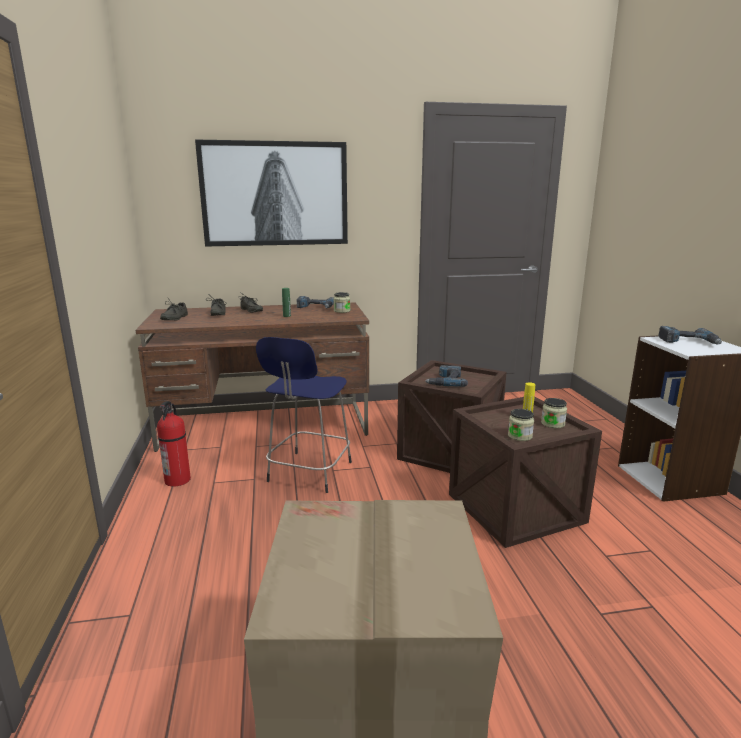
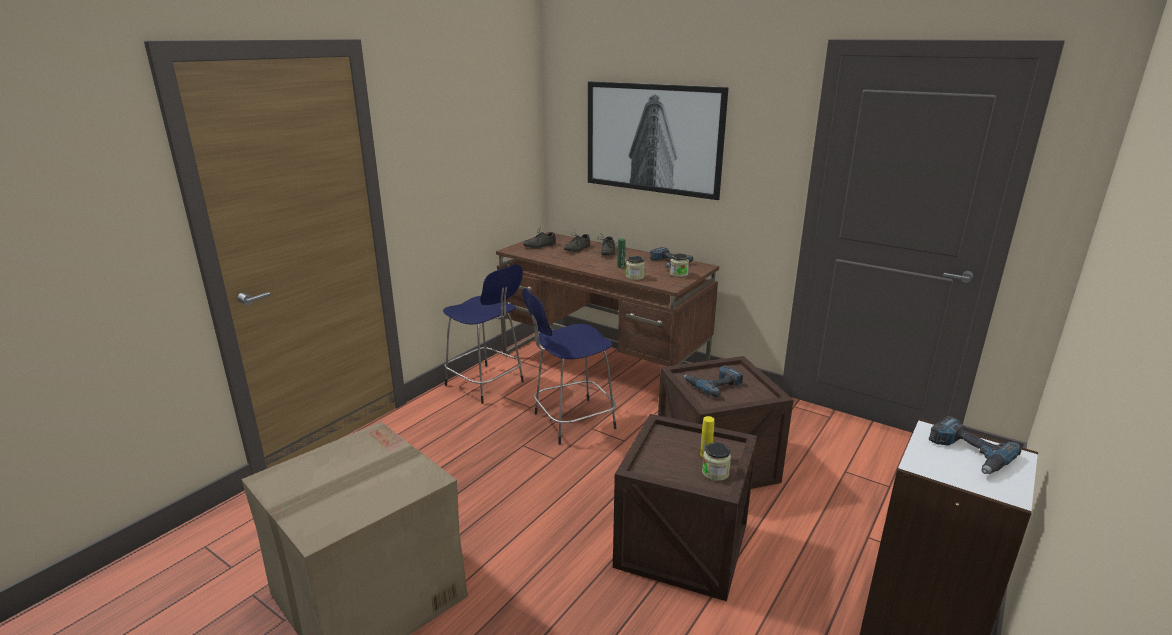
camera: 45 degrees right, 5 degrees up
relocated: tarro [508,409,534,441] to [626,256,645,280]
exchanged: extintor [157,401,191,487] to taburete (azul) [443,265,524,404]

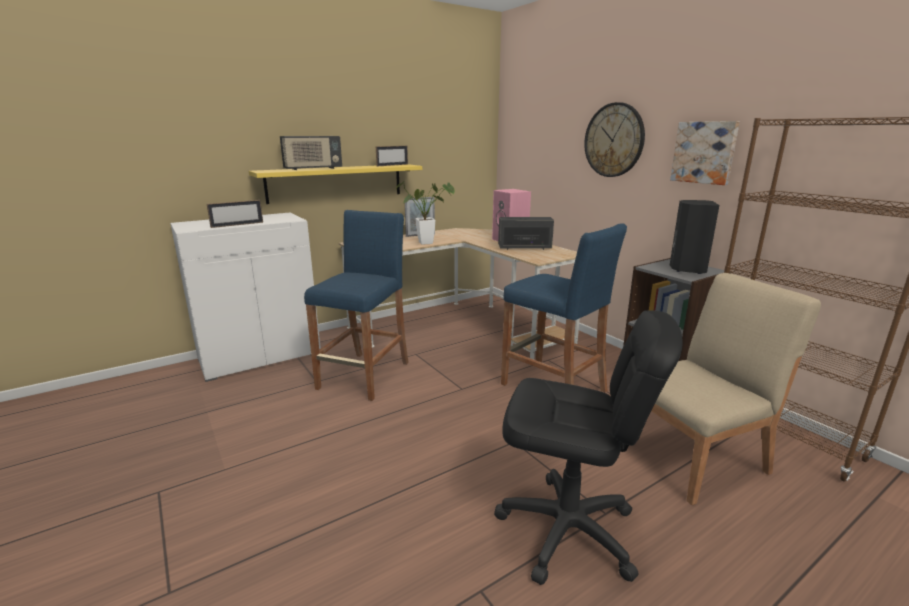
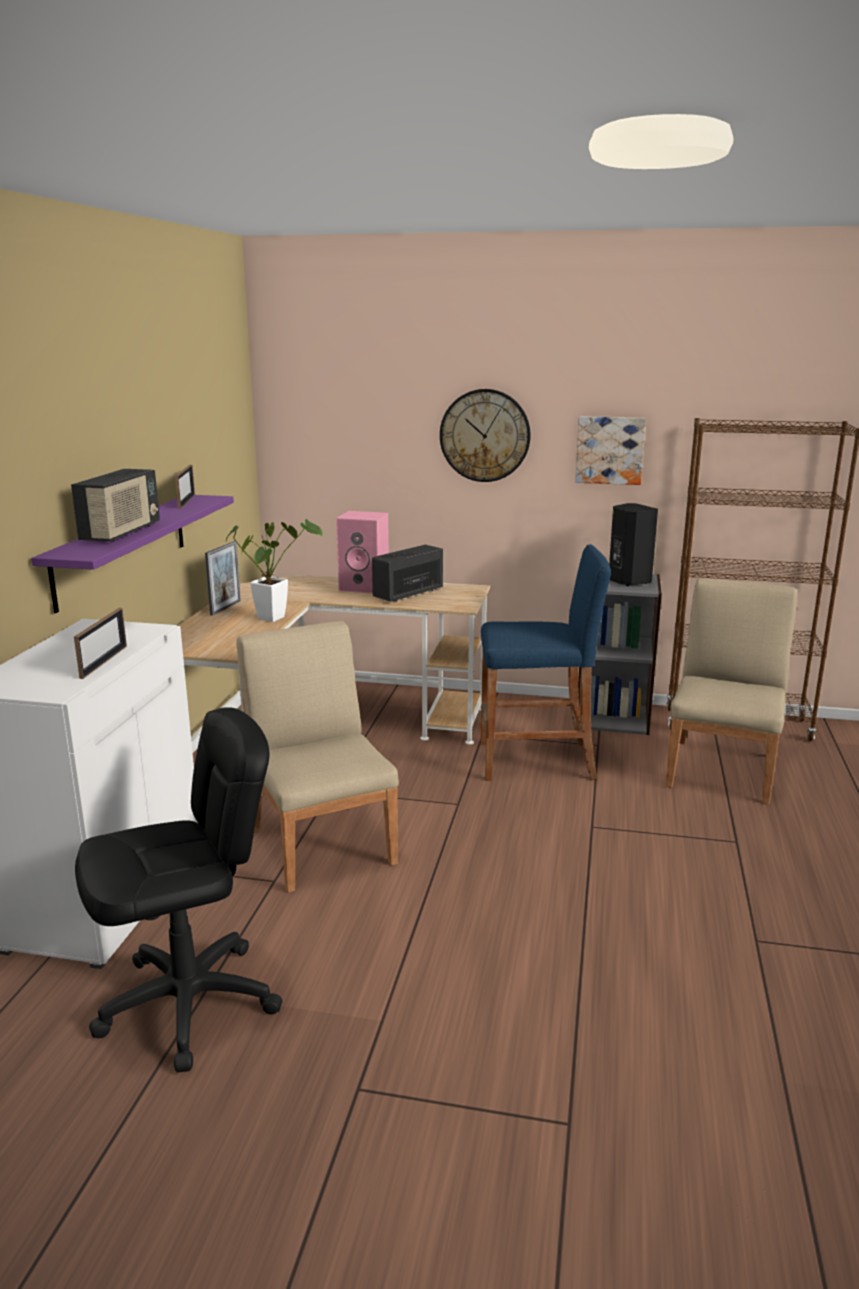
camera: 45 degrees left, 0 degrees up
relocated: silla de oficina (negro) [494,310,683,585] to [75,707,283,1073]
exchanged: taburete (azul) [304,210,409,401] to silla (beis) [237,621,399,893]
colour: estante (amarillo) [249,164,422,204] to estante (morado) [31,495,234,613]

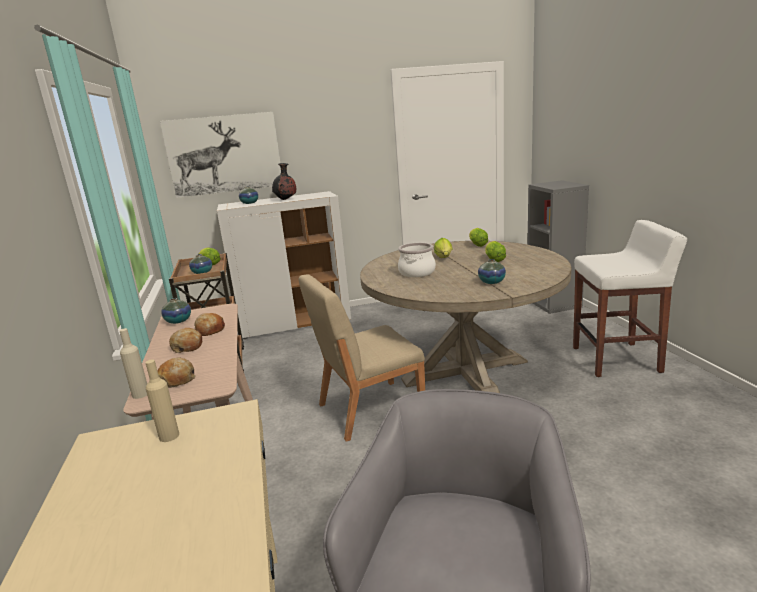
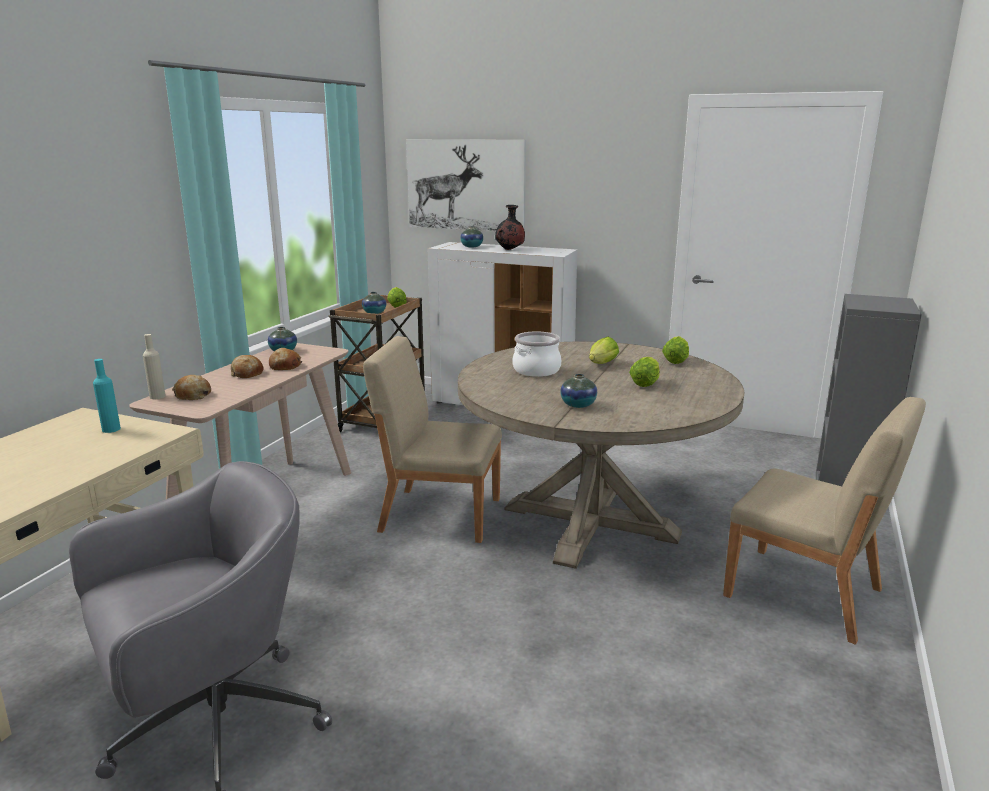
camera: 35 degrees right, 0 degrees up
exchanged: taburete (blanco) [573,220,687,377] to silla (beis) [723,397,926,645]
colour: botella (beis) [145,359,179,442] to botella (turquesa) [93,359,121,433]

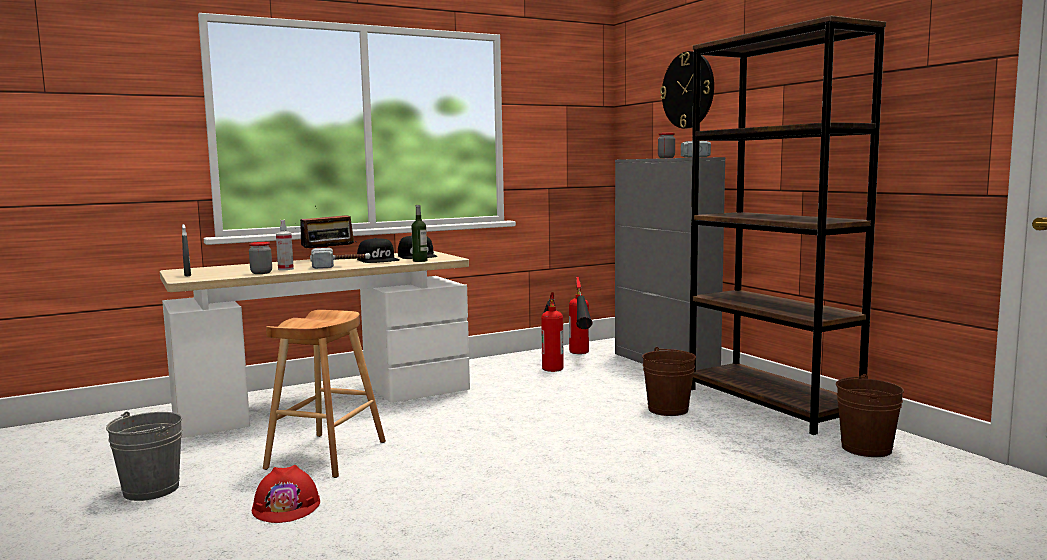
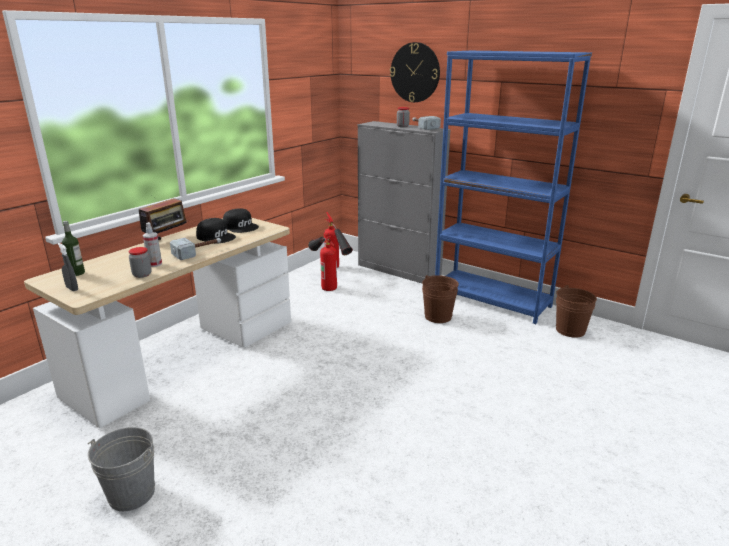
camera: 25 degrees left, 15 degrees up
missing: taburete (marrón) [263,310,386,478]; casco (rojo) [252,465,320,523]
relocated: botella [411,205,427,262] to [62,221,85,276]
colour: estantería (marrón) [689,16,886,435] to estantería (azul) [435,51,592,324]

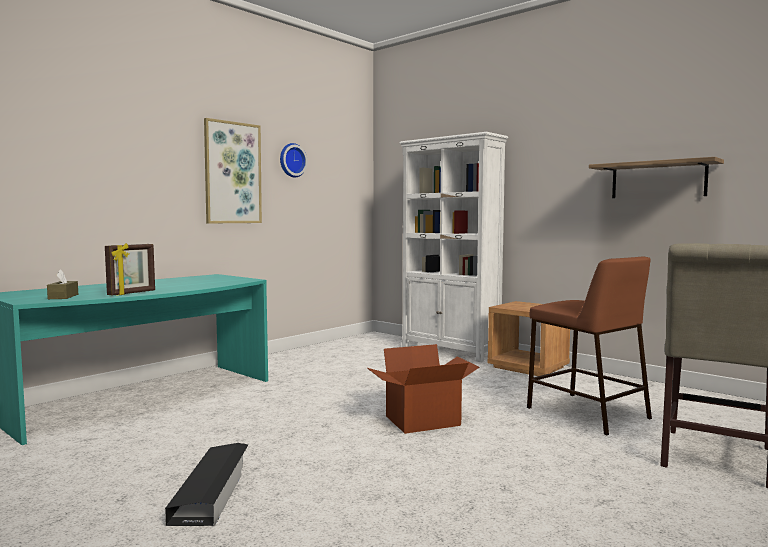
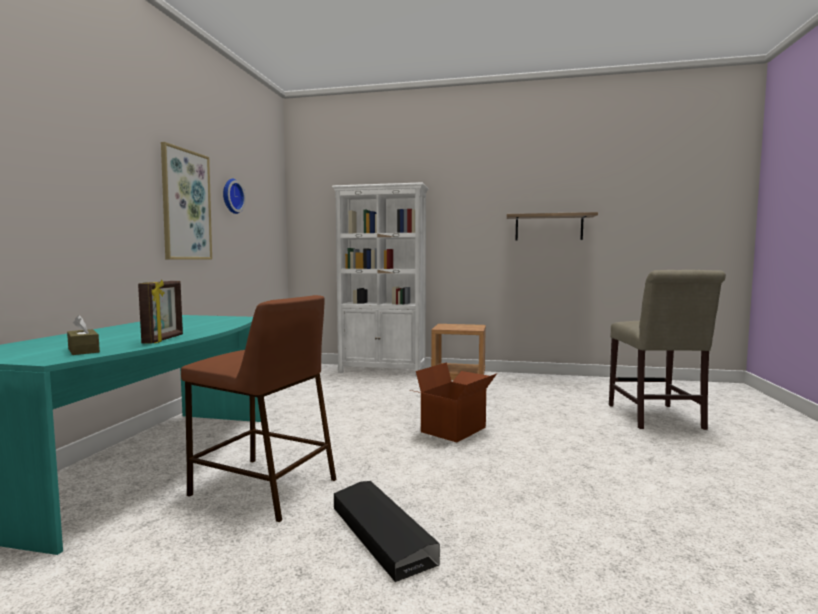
camera: 30 degrees left, 0 degrees up
relocated: taburete (marrón) [527,256,652,435] to [181,295,336,522]

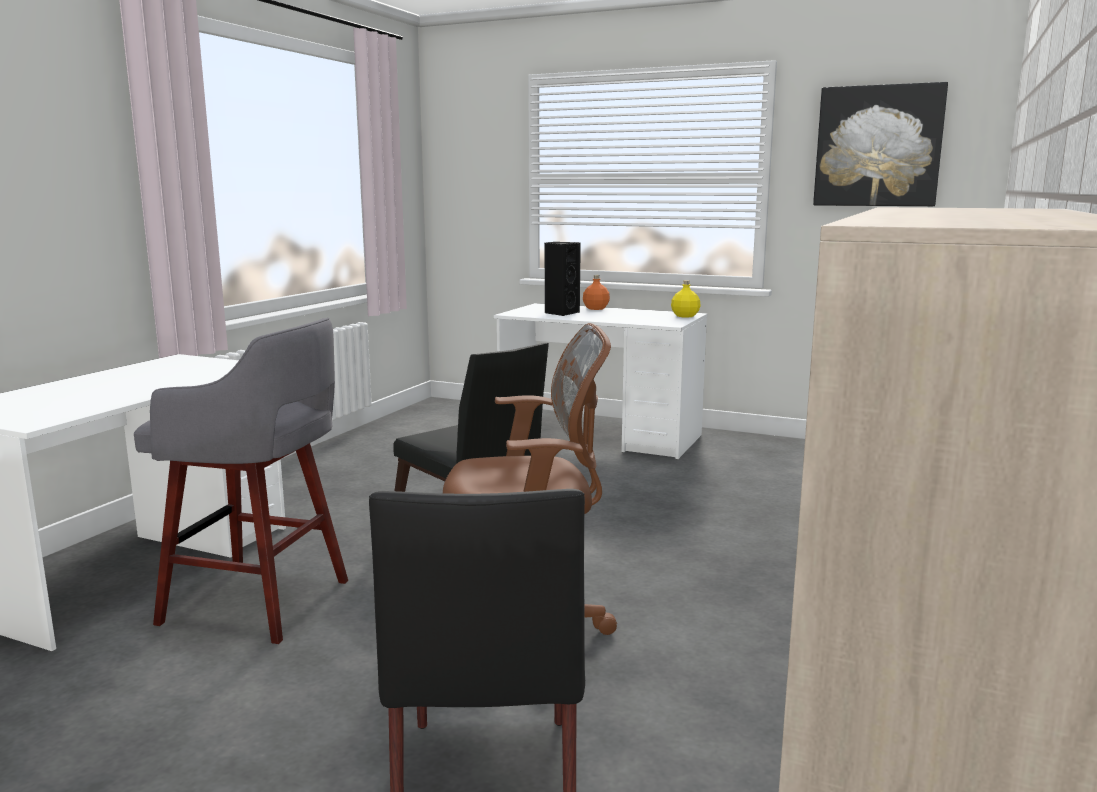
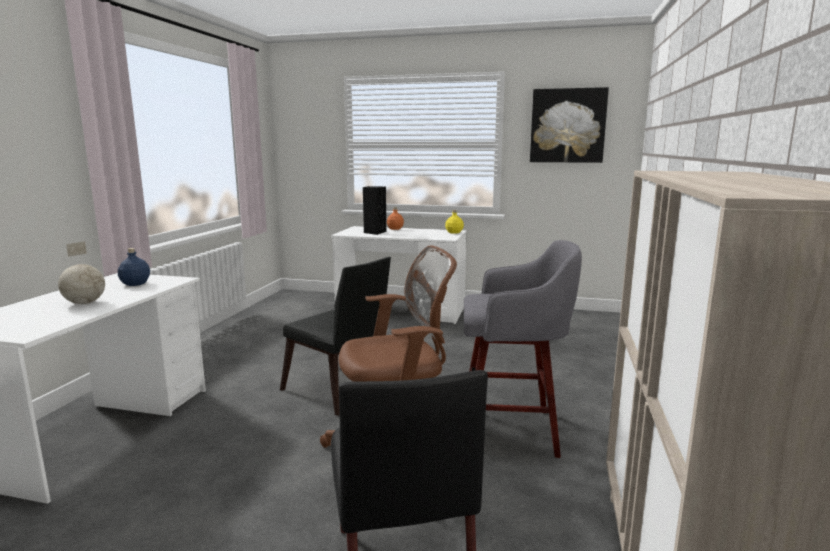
camera: 10 degrees left, 0 degrees up
appeared: globo terráqueo [58,241,105,304]; botella (azul) [118,248,150,286]
relocated: taburete (gris) [134,318,348,644] to [464,240,582,458]

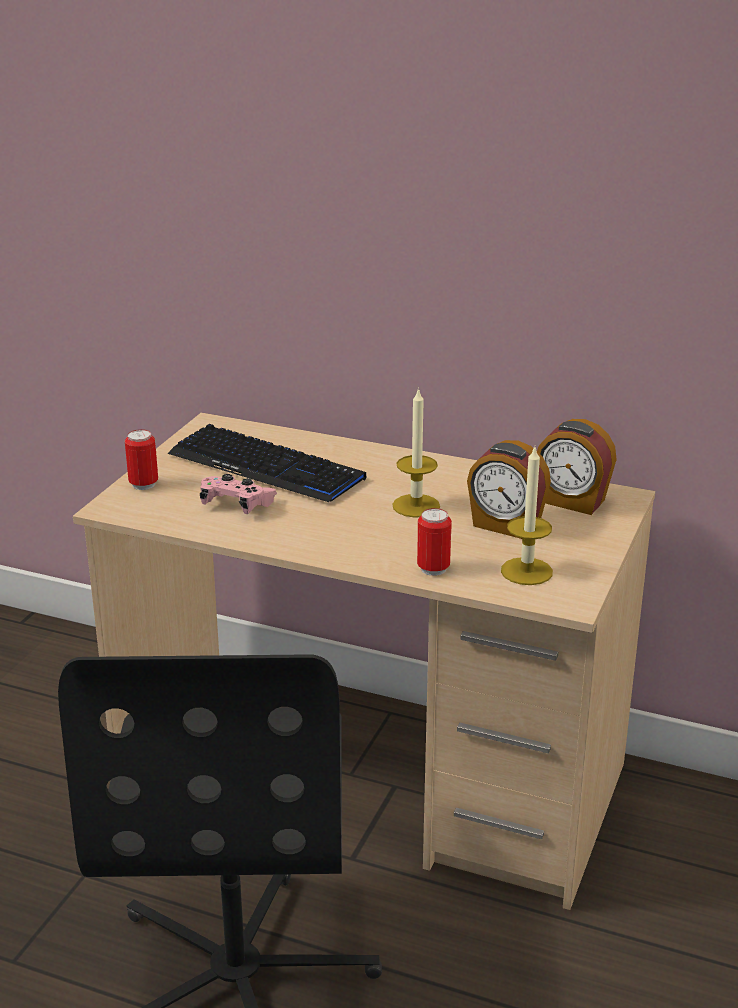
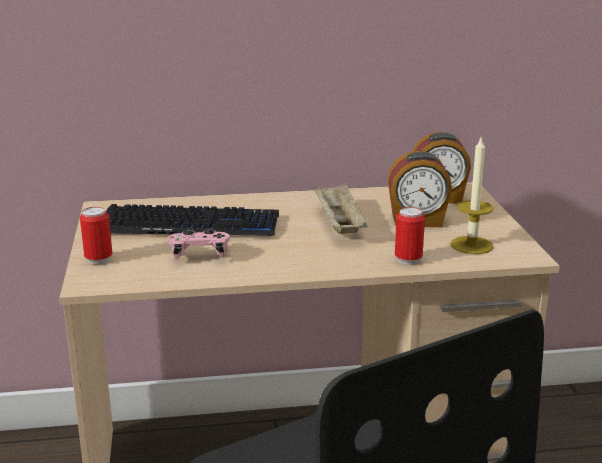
camera: 30 degrees left, 5 degrees down
exchanged: vela [393,387,440,518] to bandeja (beis) [313,183,367,234]

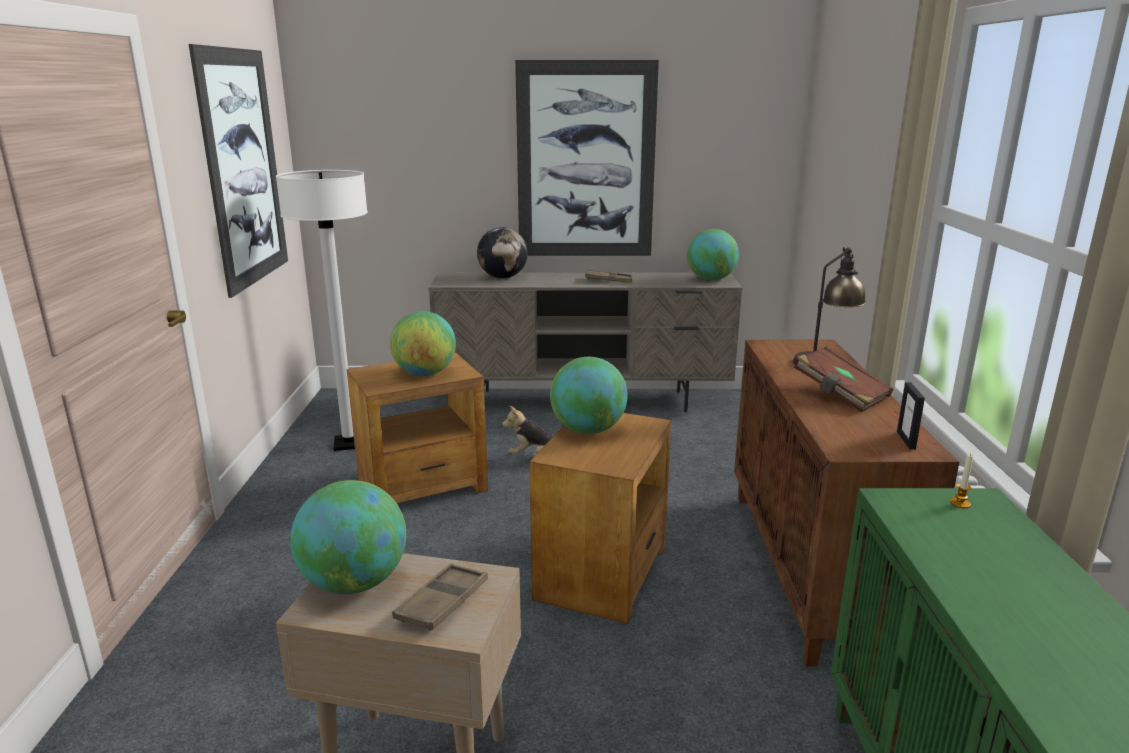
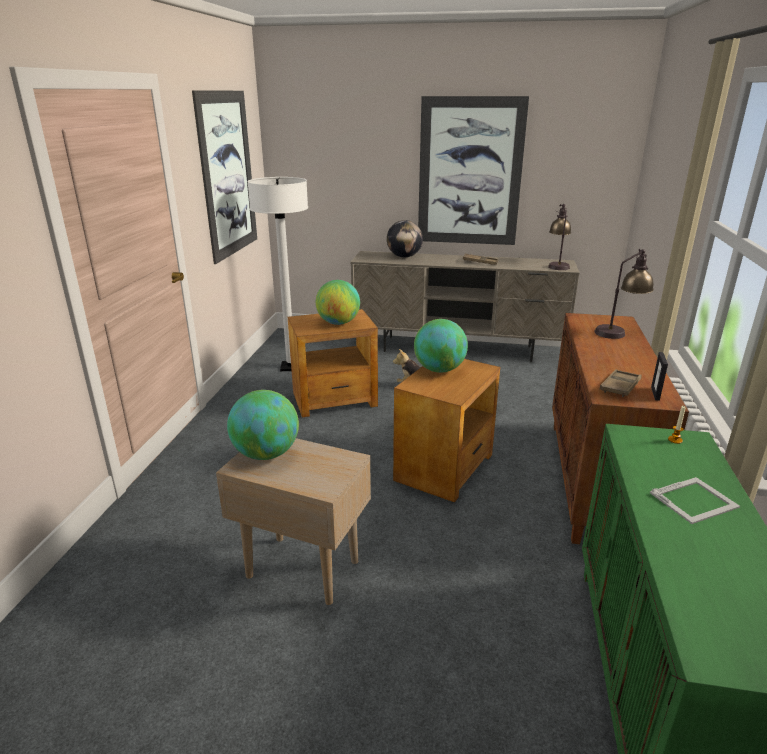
camera: 10 degrees right, 5 degrees up
missing: libro (marrón) [794,347,894,412]
appeared: portarretratos [650,477,740,524]
relocated: bandeja (marrón) [392,563,488,631] to [600,369,642,397]
exchanged: globo terráqueo [687,229,739,281] to lámpara de mesa [548,204,571,270]

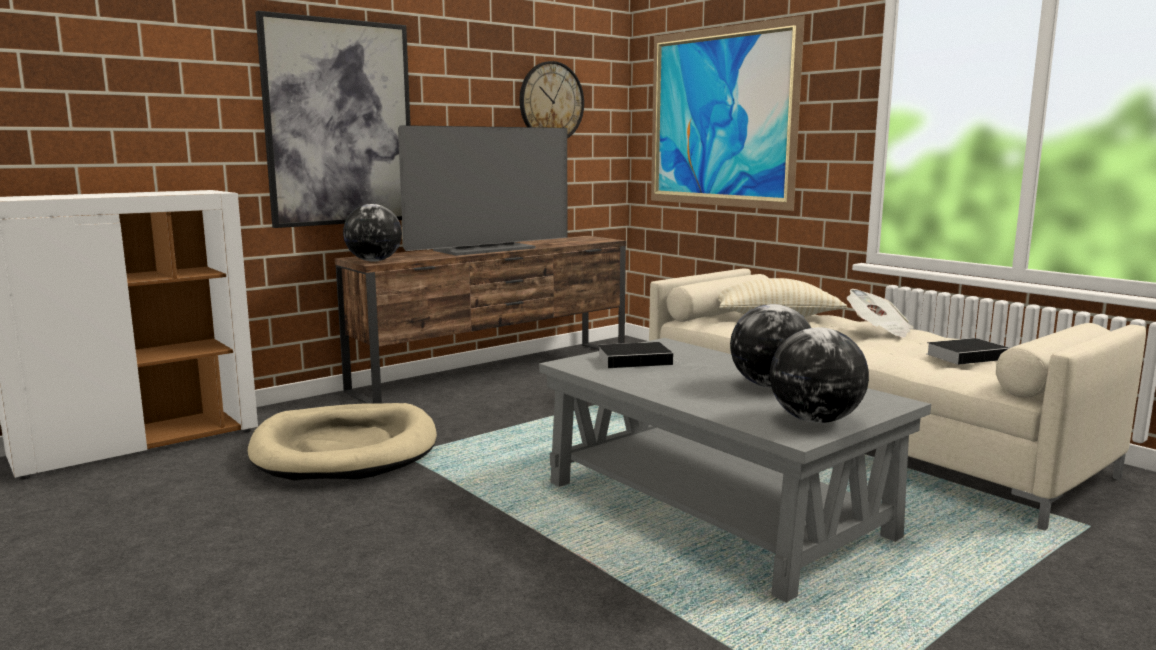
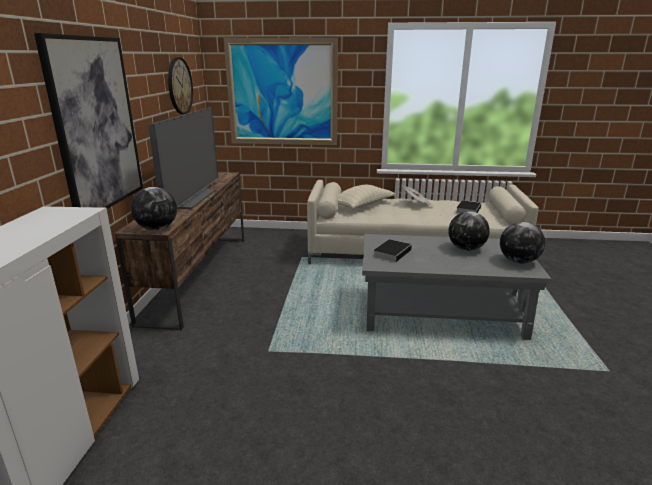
camera: 45 degrees left, 10 degrees up
missing: cama para perro (beis) [248,403,437,481]

